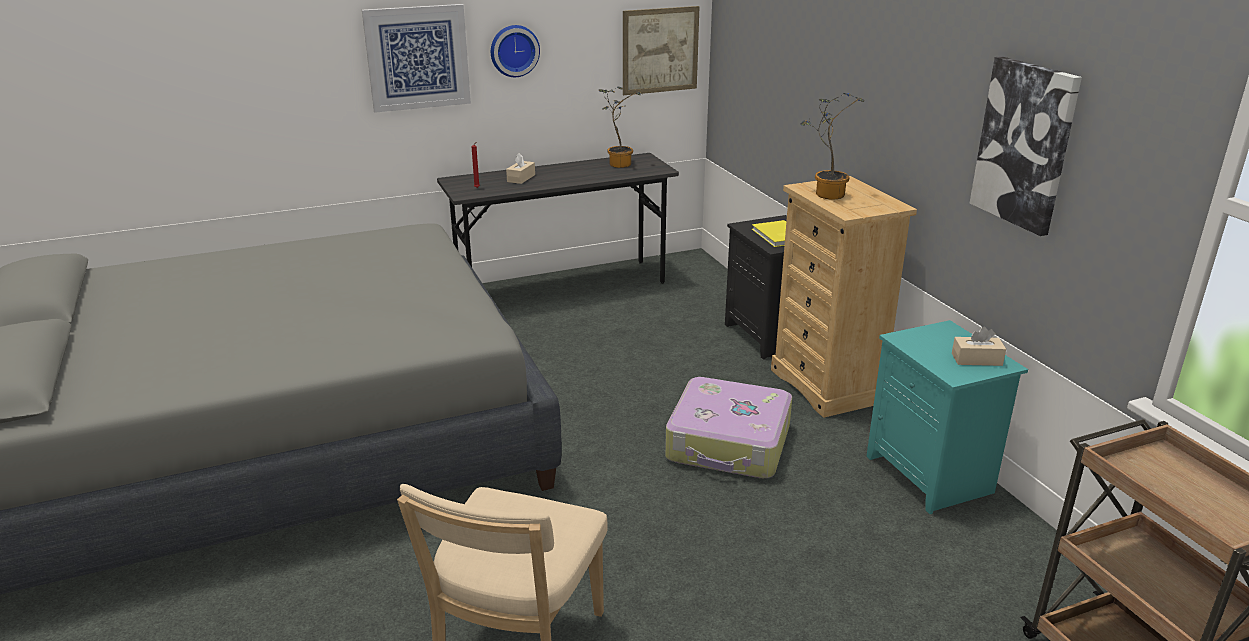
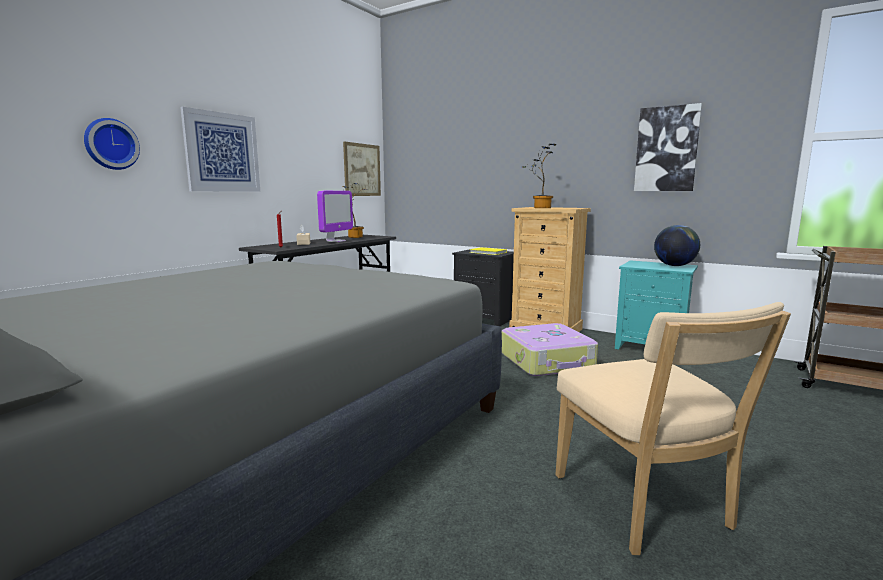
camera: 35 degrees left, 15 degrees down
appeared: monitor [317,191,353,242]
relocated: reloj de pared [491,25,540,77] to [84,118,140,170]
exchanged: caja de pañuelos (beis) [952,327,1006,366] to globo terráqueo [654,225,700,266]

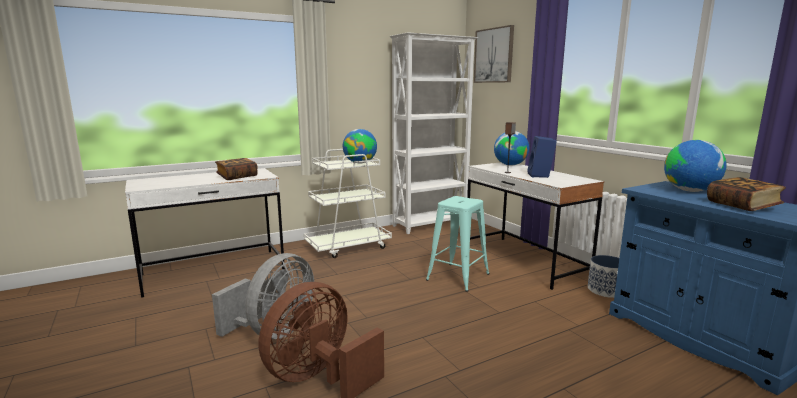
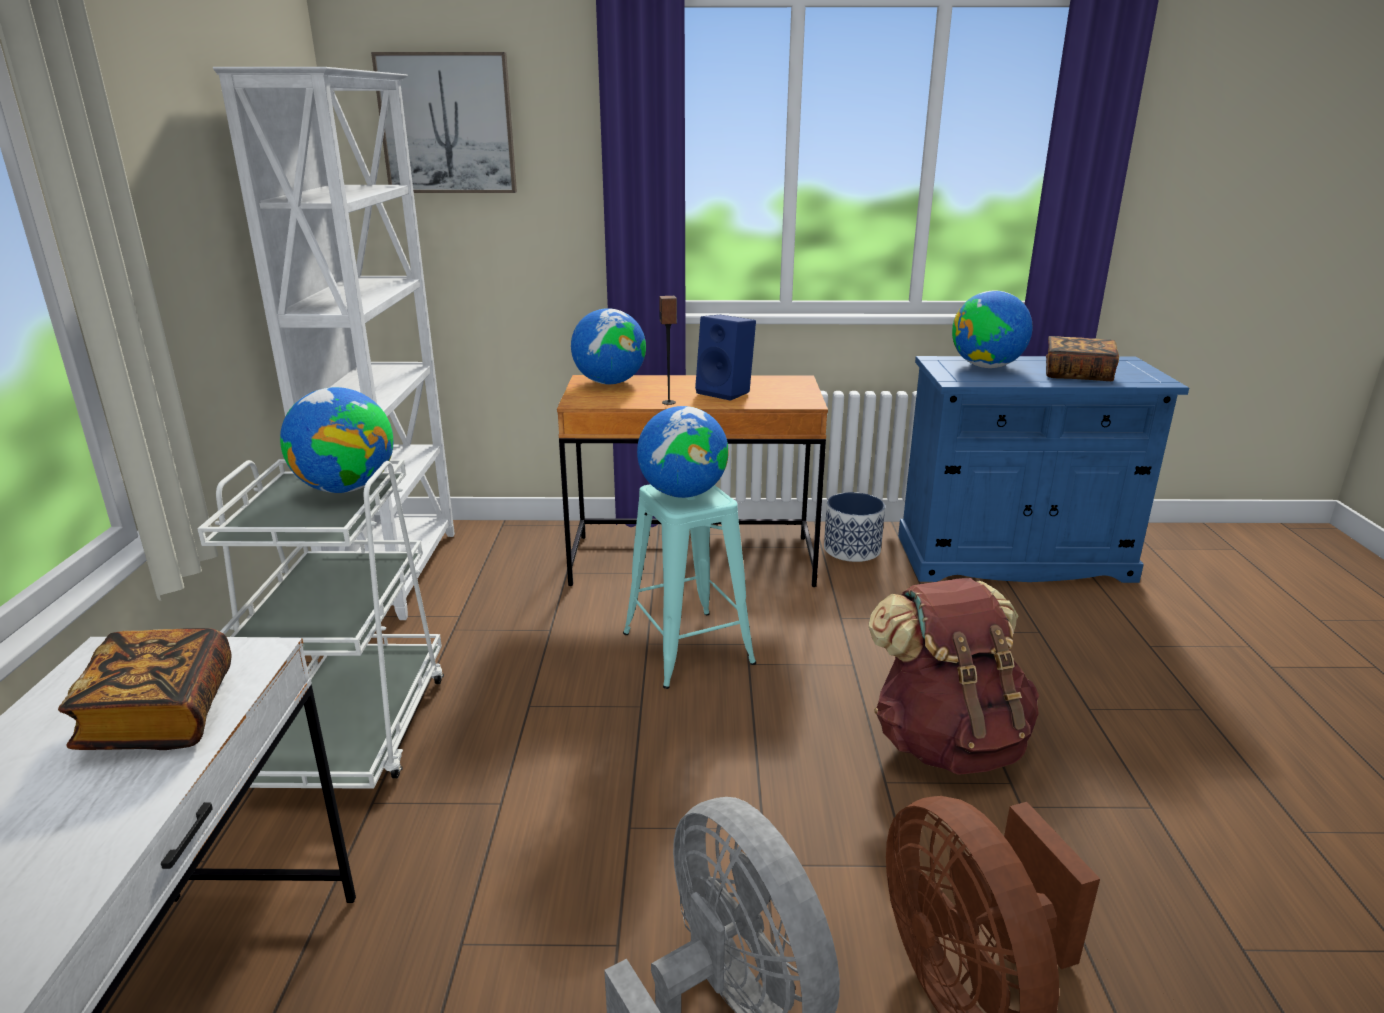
camera: 60 degrees left, 10 degrees up
appeared: globo terráqueo [637,406,729,498]; mochila (marrón) [868,578,1039,775]
colour: escritorio (blanco) [467,162,604,290] to escritorio (marrón) [557,375,828,587]

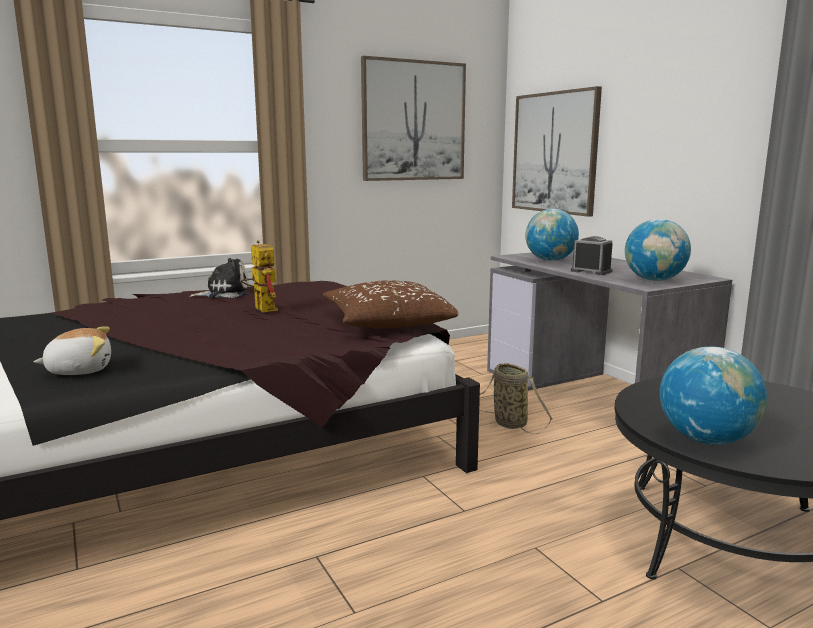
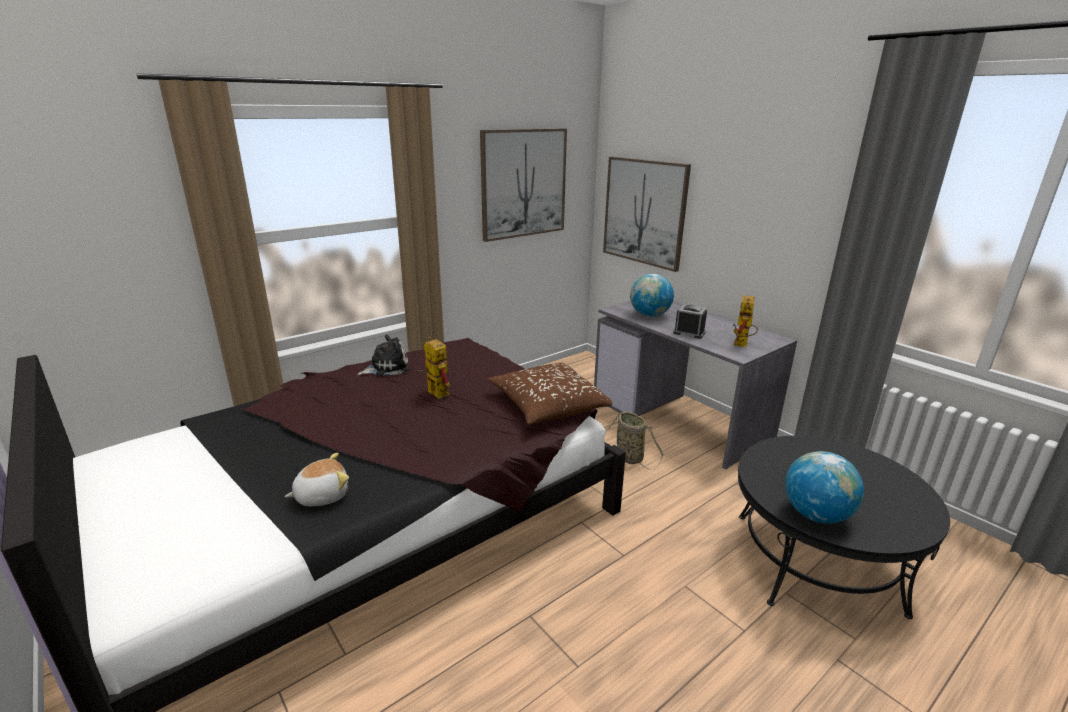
camera: 10 degrees left, 10 degrees up
exchanged: globo terráqueo [625,219,691,281] to robot de juguete [733,295,758,347]

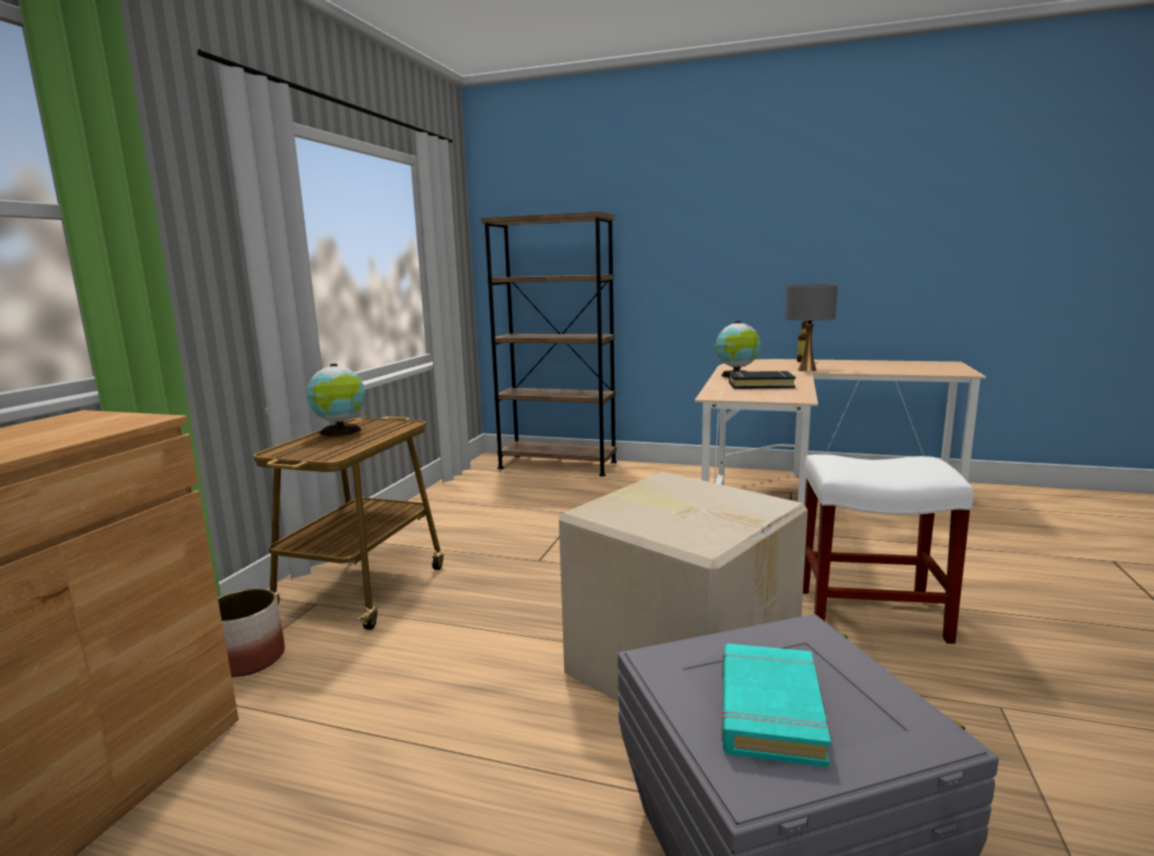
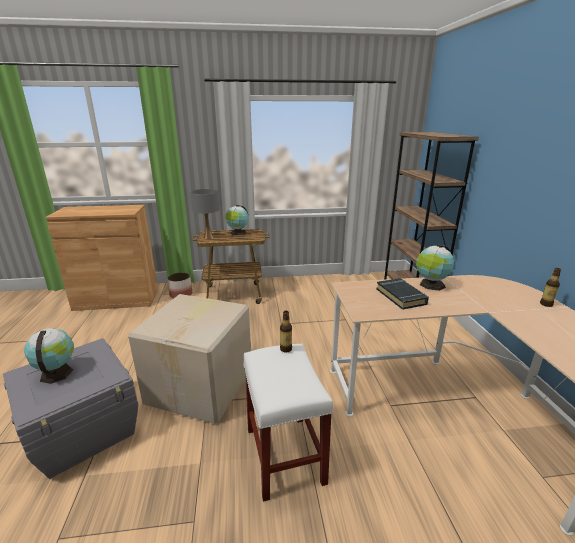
camera: 65 degrees right, 10 degrees up
appeared: botella [280,311,292,353]
relocated: lámpara de mesa (gris) [785,284,838,371] to [190,189,219,239]
exchanged: libro (turquesa) [722,644,831,768] to globo terráqueo [24,328,74,384]

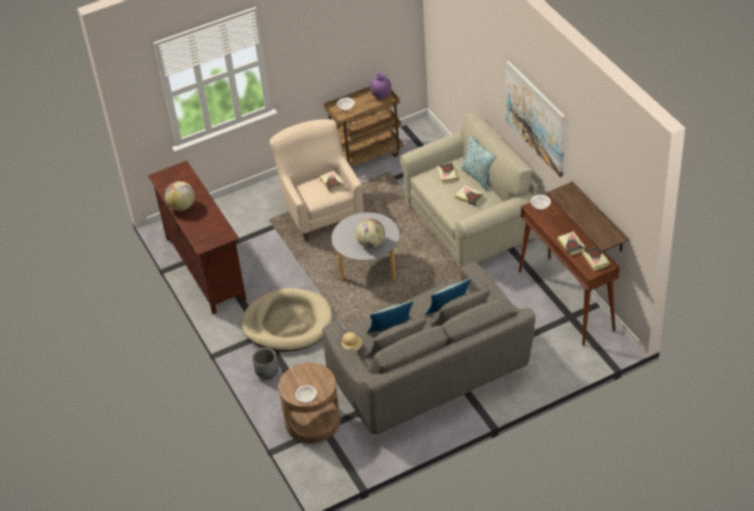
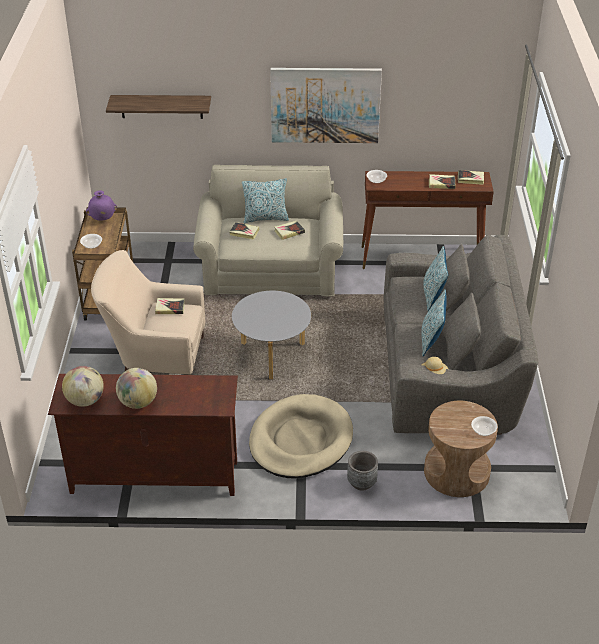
camera: 65 degrees left, 5 degrees down
relocated: estante [547,181,629,252] to [106,95,211,119]; globo terráqueo [356,218,385,248] to [62,366,104,407]

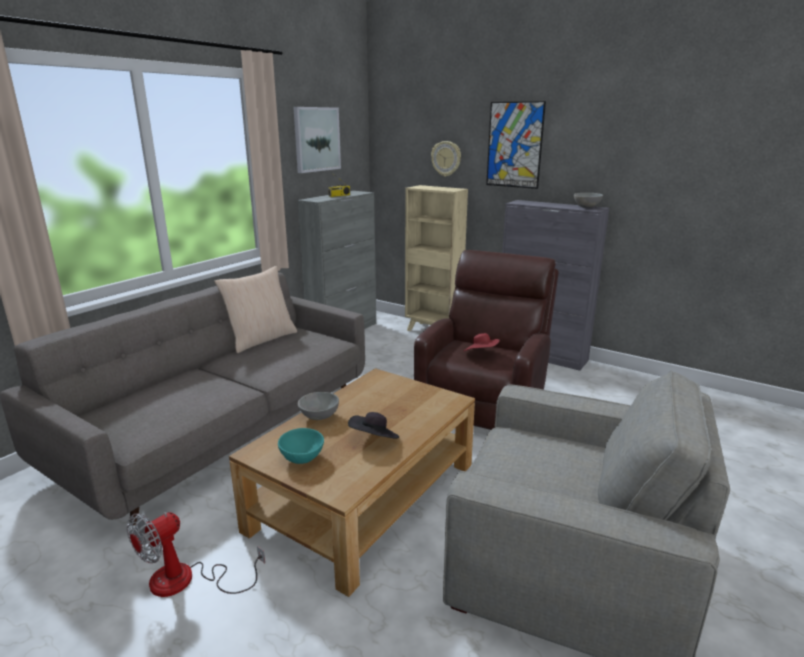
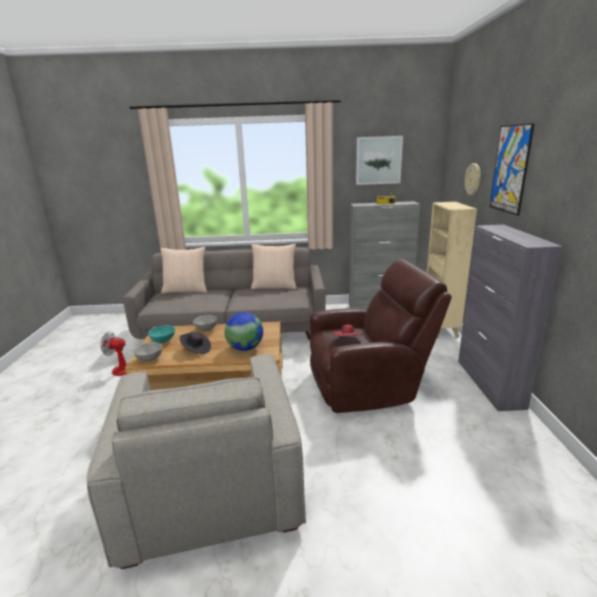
camera: 55 degrees right, 0 degrees up
appeared: cojín (beis) [160,247,207,294]; globo terráqueo [225,312,263,351]
relocated: cuenco (gris) [574,193,603,208] to [133,342,162,361]

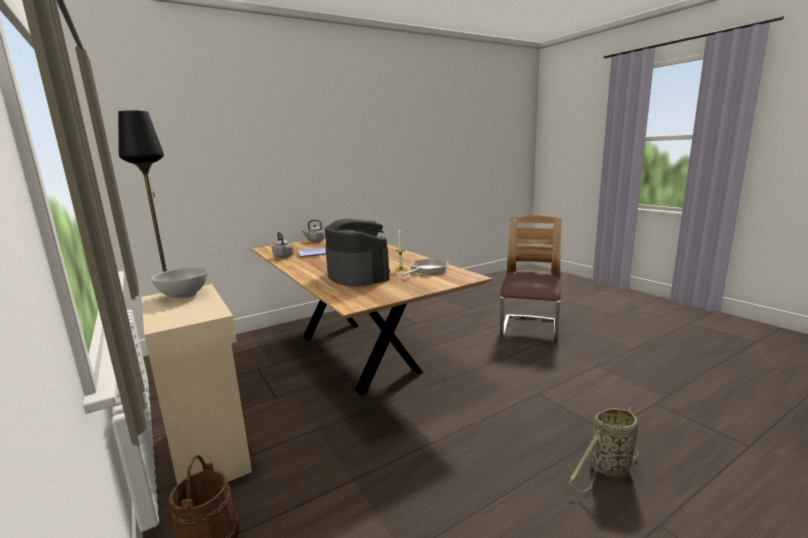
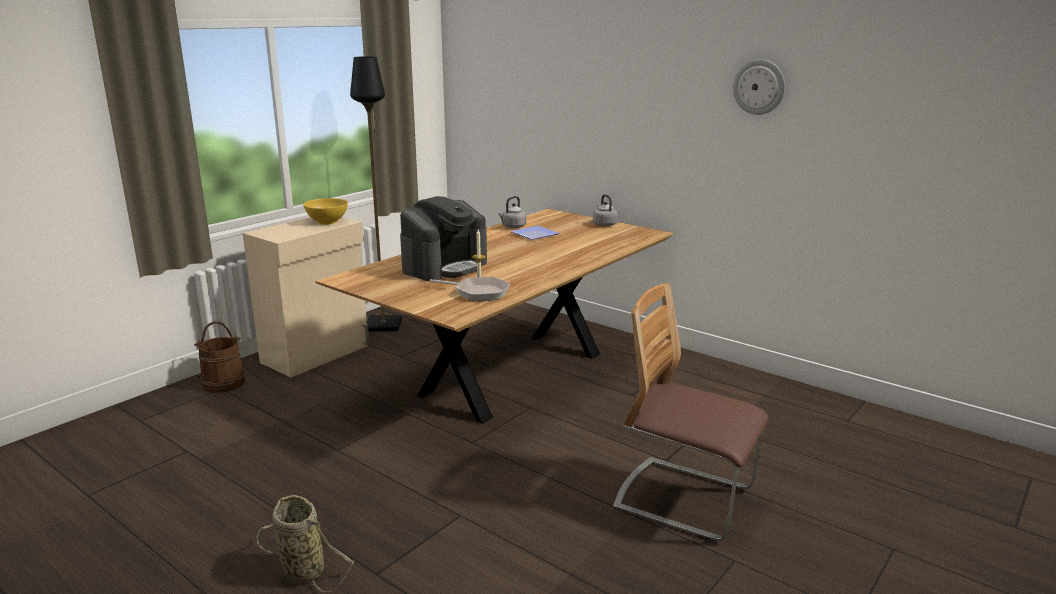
camera: 70 degrees right, 5 degrees up
appeared: reloj de pared [733,59,785,115]
colour: cuenco (blanco) [151,267,208,300] to cuenco (amarillo) [303,198,348,225]
spun: silla [500,215,561,342] = [613,283,768,541] 150 degrees counterclockwise

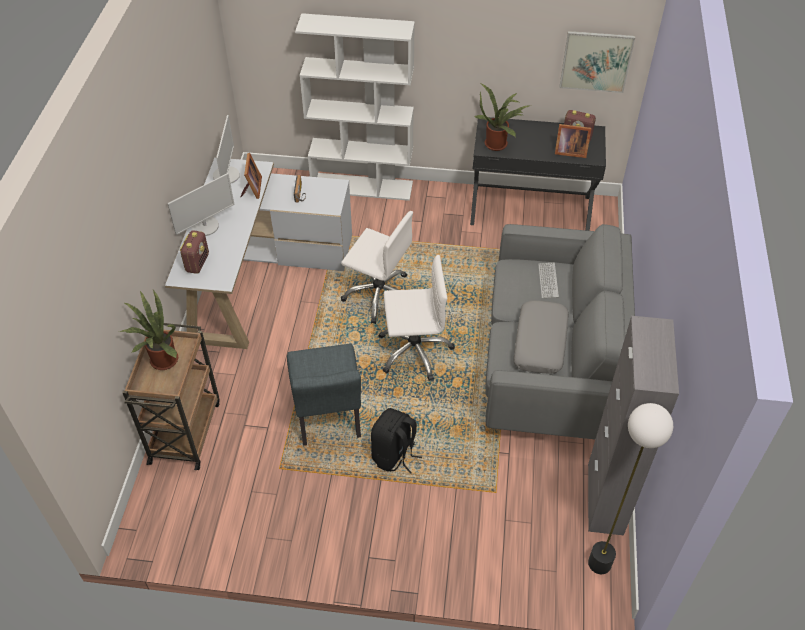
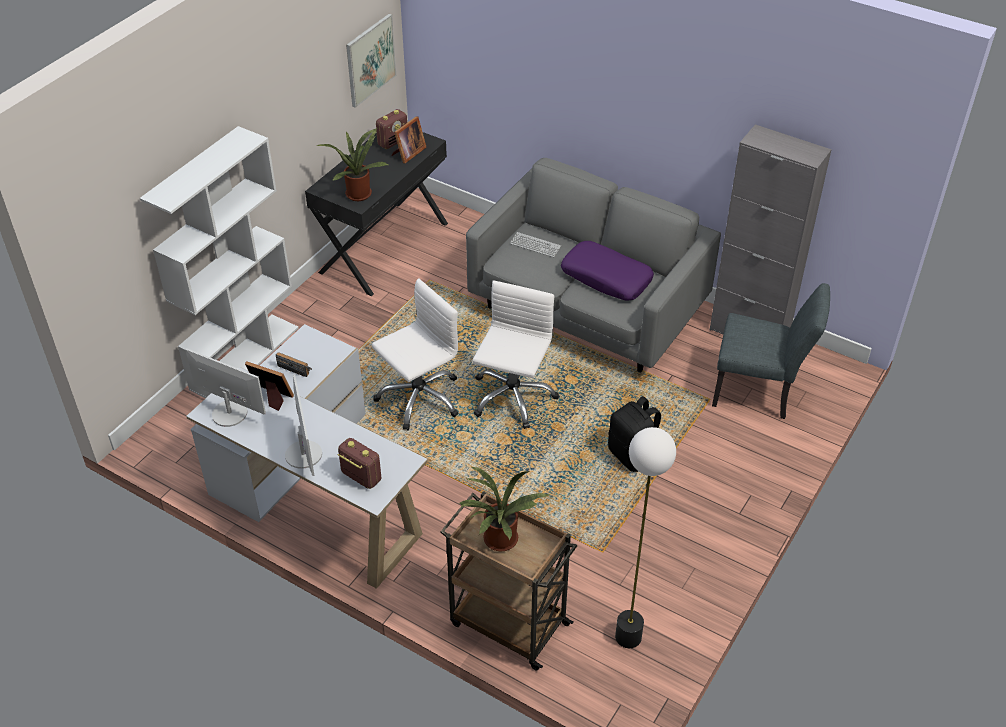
camera: 65 degrees left, 5 degrees down
relocated: silla (gris) [287,343,361,445] to [712,283,830,419]; lámpara de pie [588,403,673,574] to [615,427,676,648]
colour: cojín (gris) [514,300,569,374] to cojín (morado) [561,241,654,301]

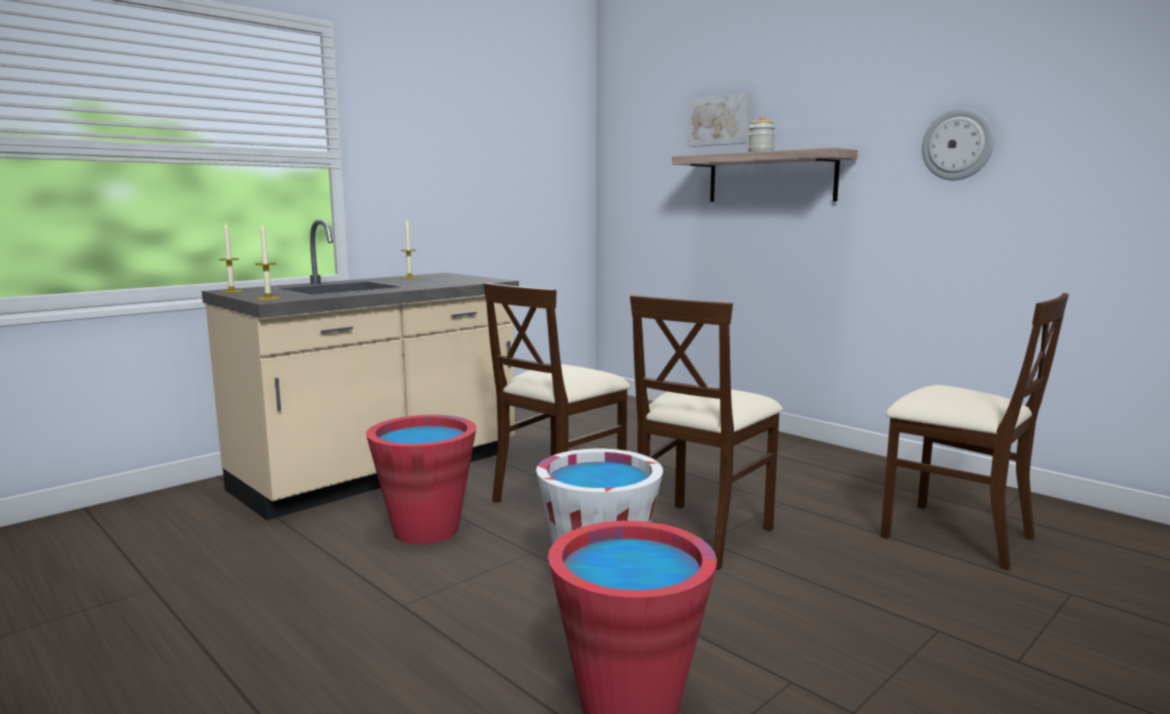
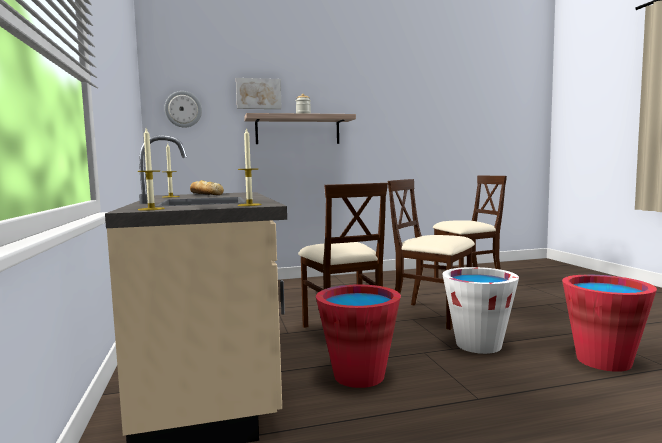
camera: 60 degrees left, 5 degrees down
appeared: pan [190,180,224,195]
relocated: reloj de pared [922,108,994,180] to [164,91,202,128]
spun: silla (beis) [630,295,783,570] = [388,179,475,330] 150 degrees clockwise

